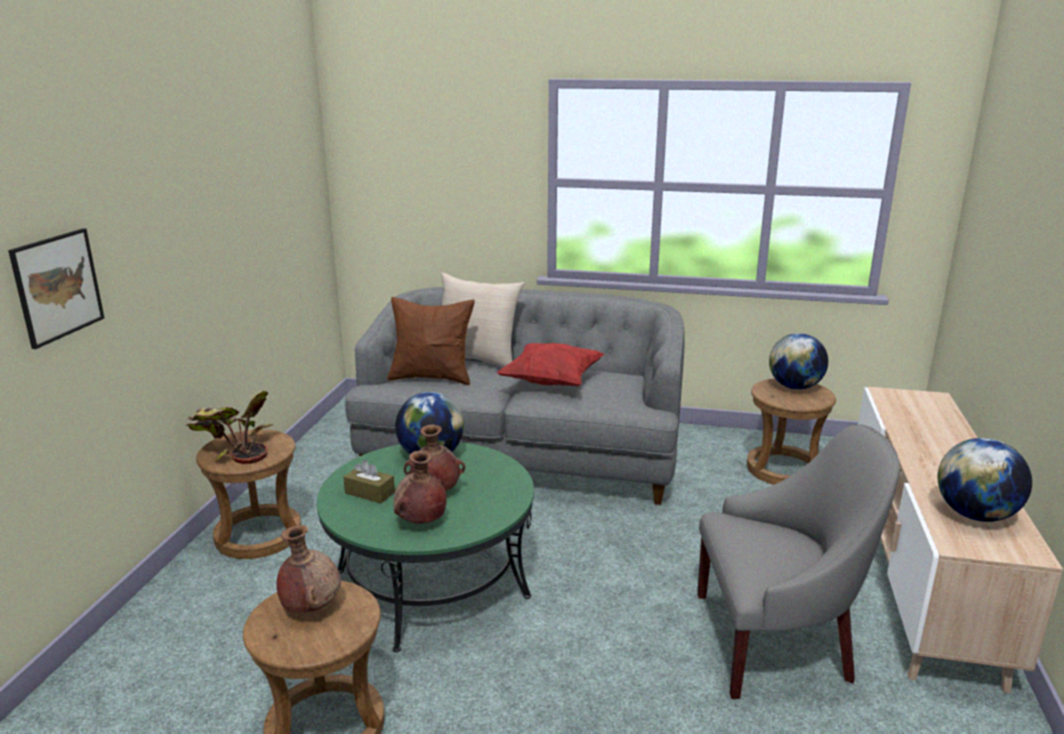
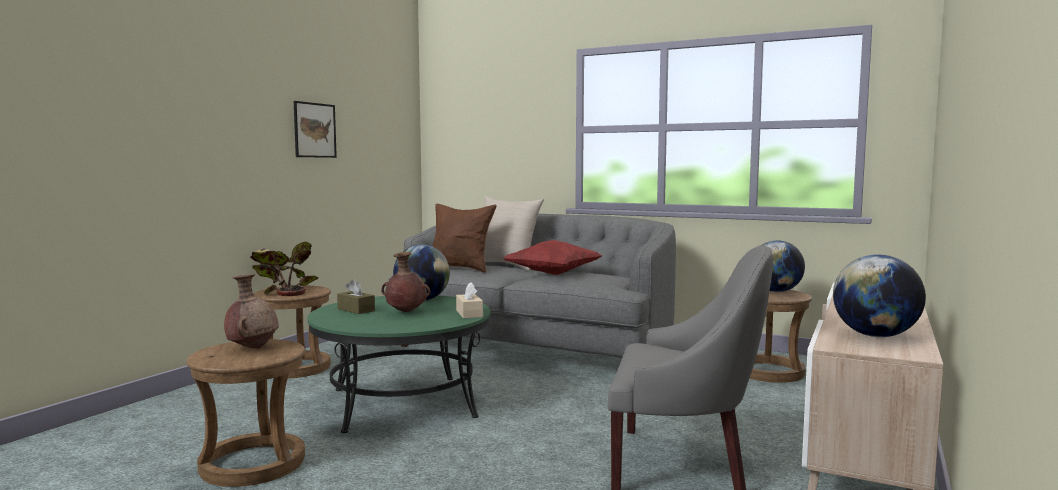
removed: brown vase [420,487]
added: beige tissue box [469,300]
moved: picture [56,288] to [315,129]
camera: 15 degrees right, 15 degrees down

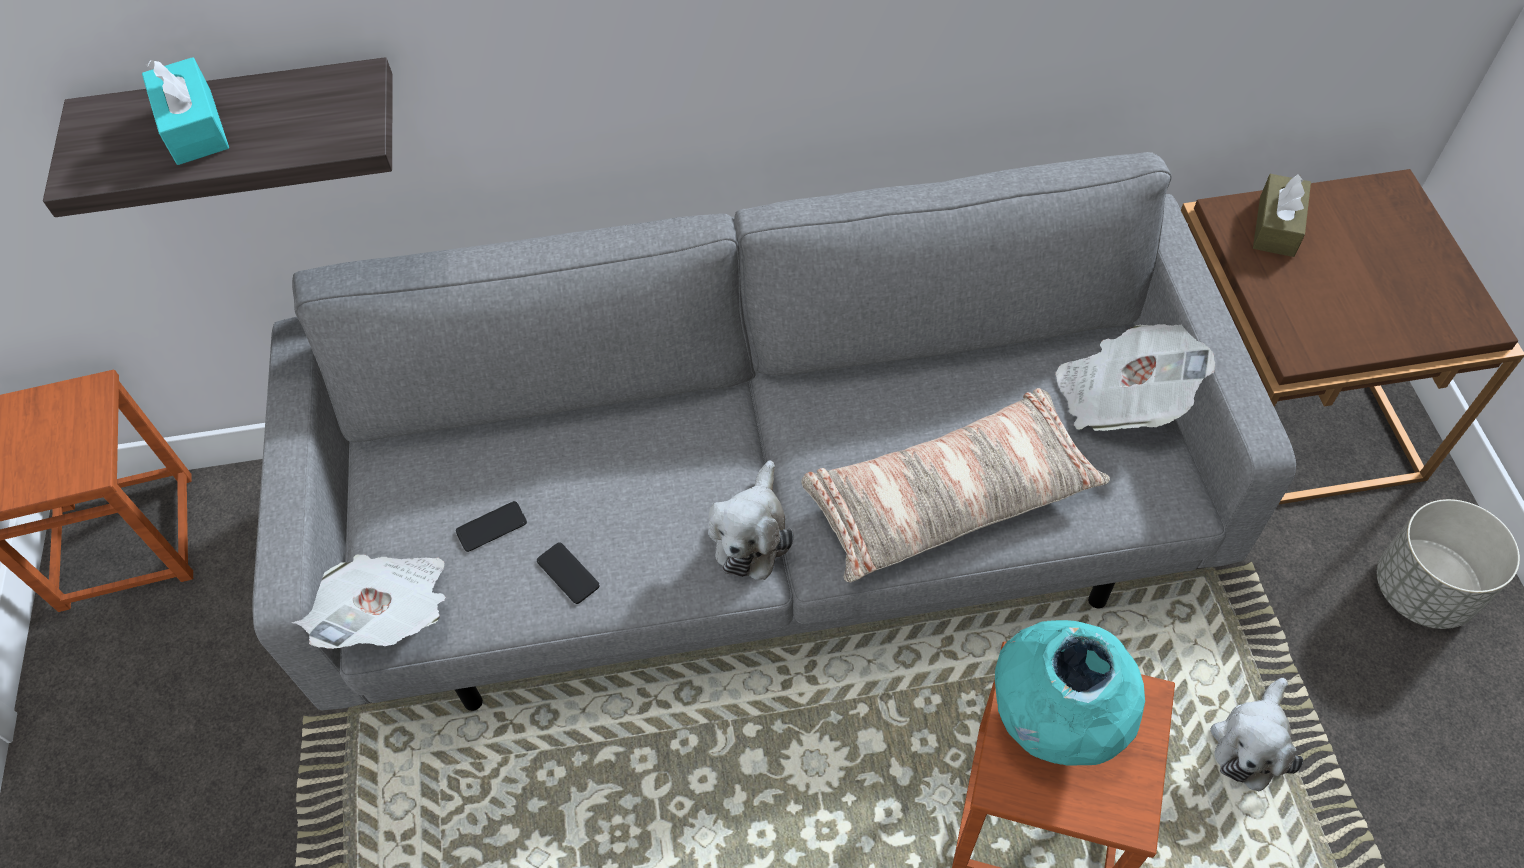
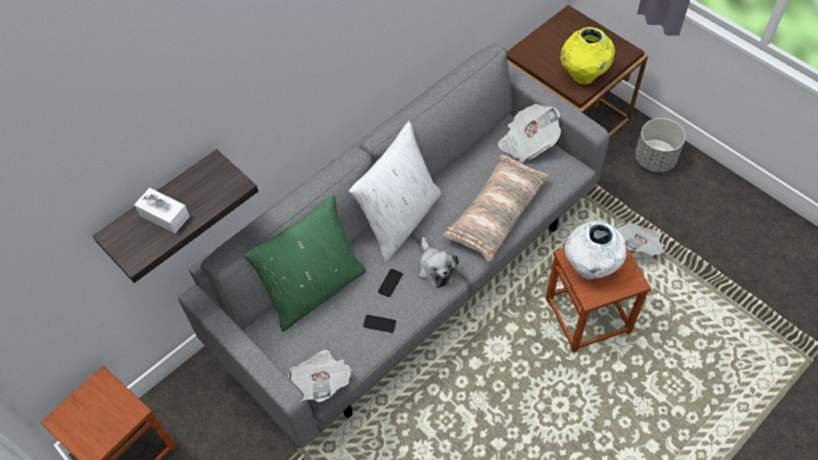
removed: brown tissue box [1282,215]
added: green pillow [304,262]; white pillow [395,191]; yellow vase [588,55]
moved: phone [491,526] to [390,283]
replaced: plush toy [1256,734] to newspaper [639,238]
recoloured: turquoise tissue box [185,111] to white tissue box [162,211]; turquoise vase [1070,693] to white vase [595,250]
camera: 35 degrees left, 0 degrees up

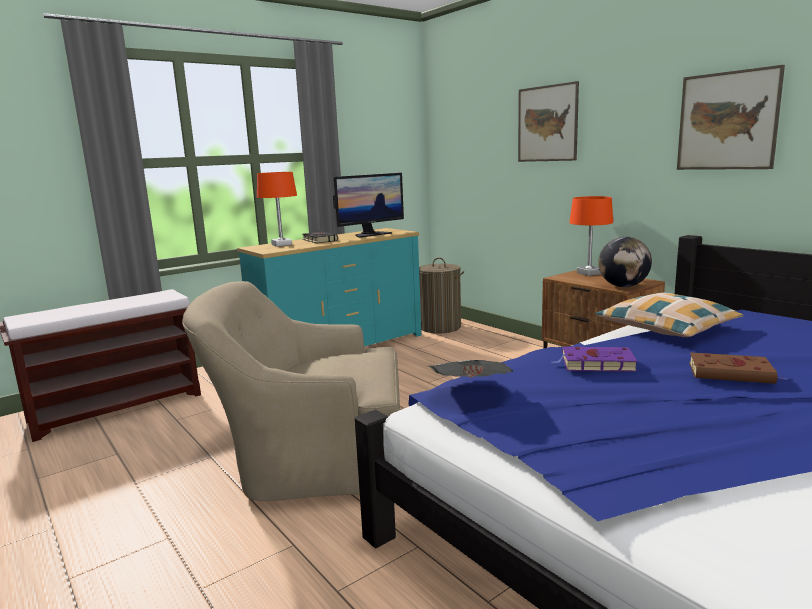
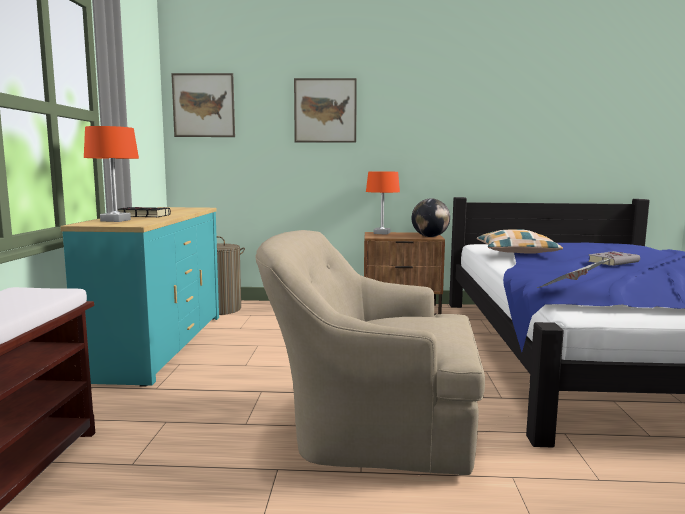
removed: monitor [368,205]; purple book [594,359]
moved: picture [731,117] to [203,105]
recoloured: brown book [738,368] to grey book [614,258]
turned: beige armchair [291,391] = [370,352] 60 degrees clockwise
camera: 50 degrees left, 5 degrees down

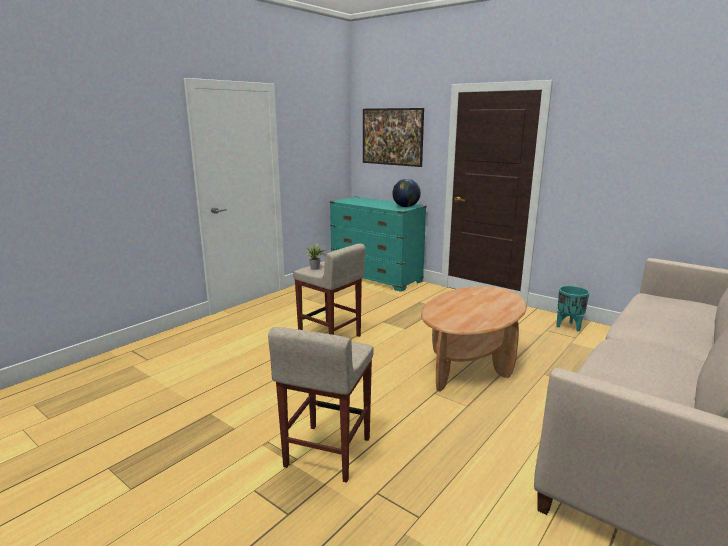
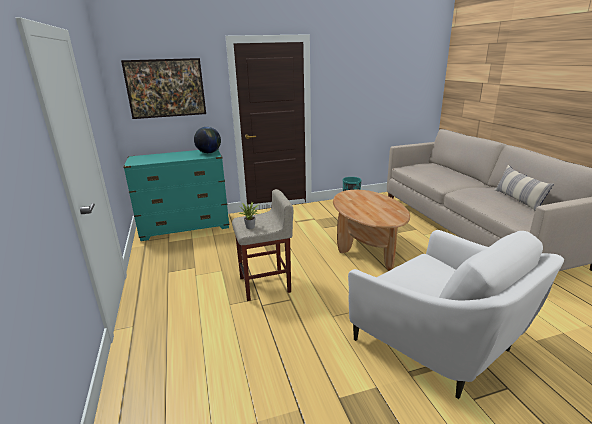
added: pillow [524,187]
replaced: beige stool [321,405] to white armchair [456,314]
camera: 55 degrees left, 5 degrees up

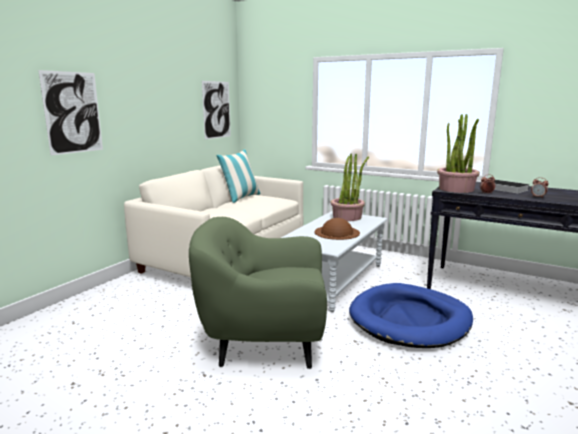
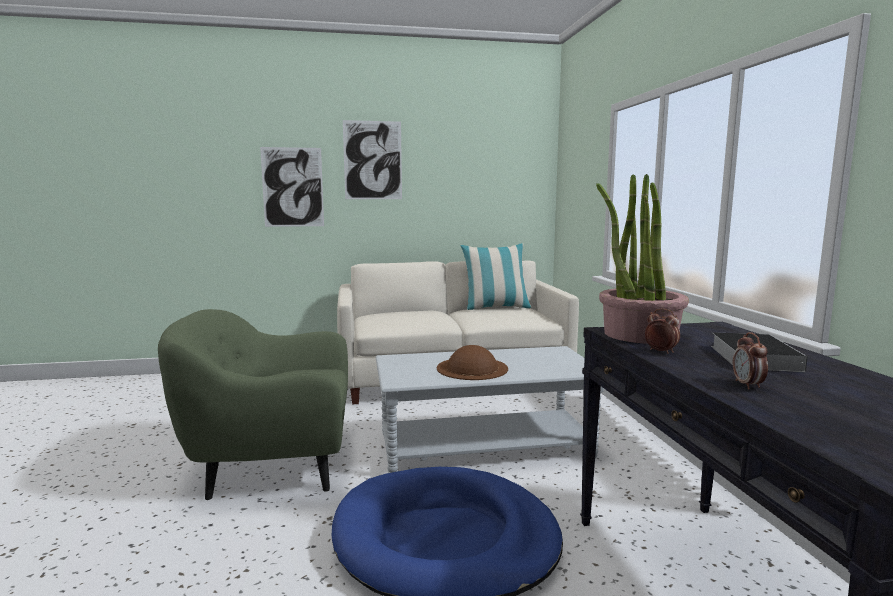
removed: potted plant [350,187]
moved: picture [216,110] to [372,159]
turned: green armchair [258,293] = [253,404] 60 degrees counterclockwise
camera: 50 degrees right, 5 degrees down

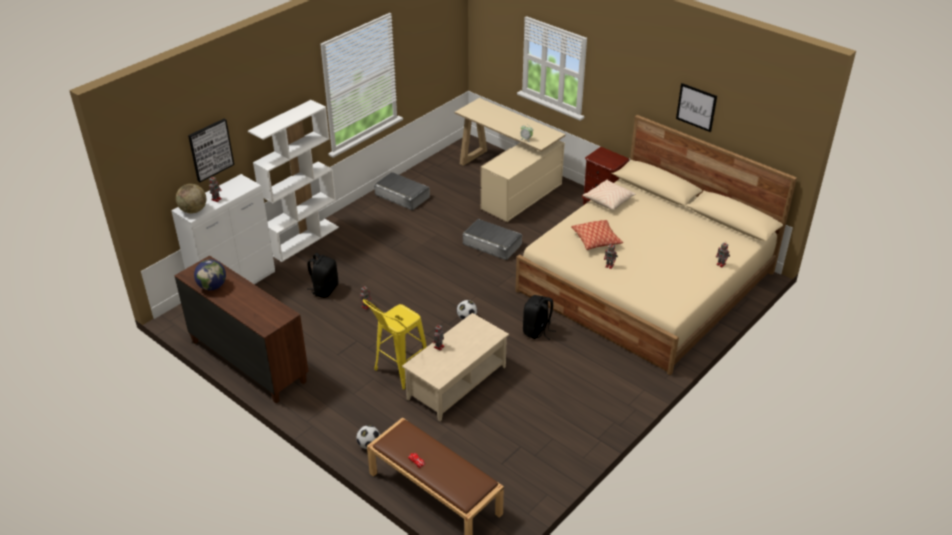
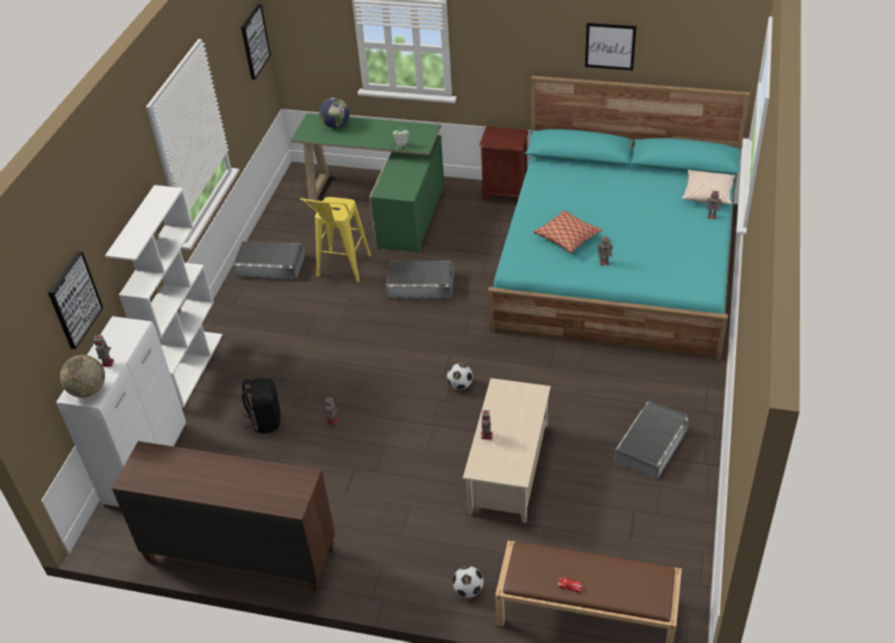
removed: black backpack [539,317]
added: picture [256,42]; grey storage box [652,440]
moved: yellow stool [395,344] to [335,239]; globe [210,275] to [334,112]; beige pillow [609,195] to [708,187]
recoloured: beige desk [510,160] to green desk [367,183]; beige bed [656,245] to turquoise bed [619,218]
camera: 25 degrees left, 5 degrees up

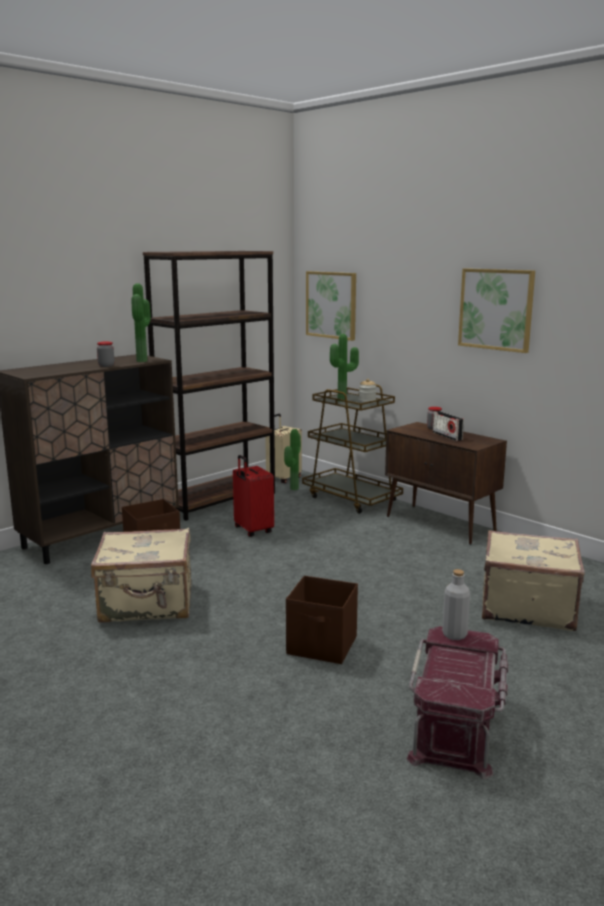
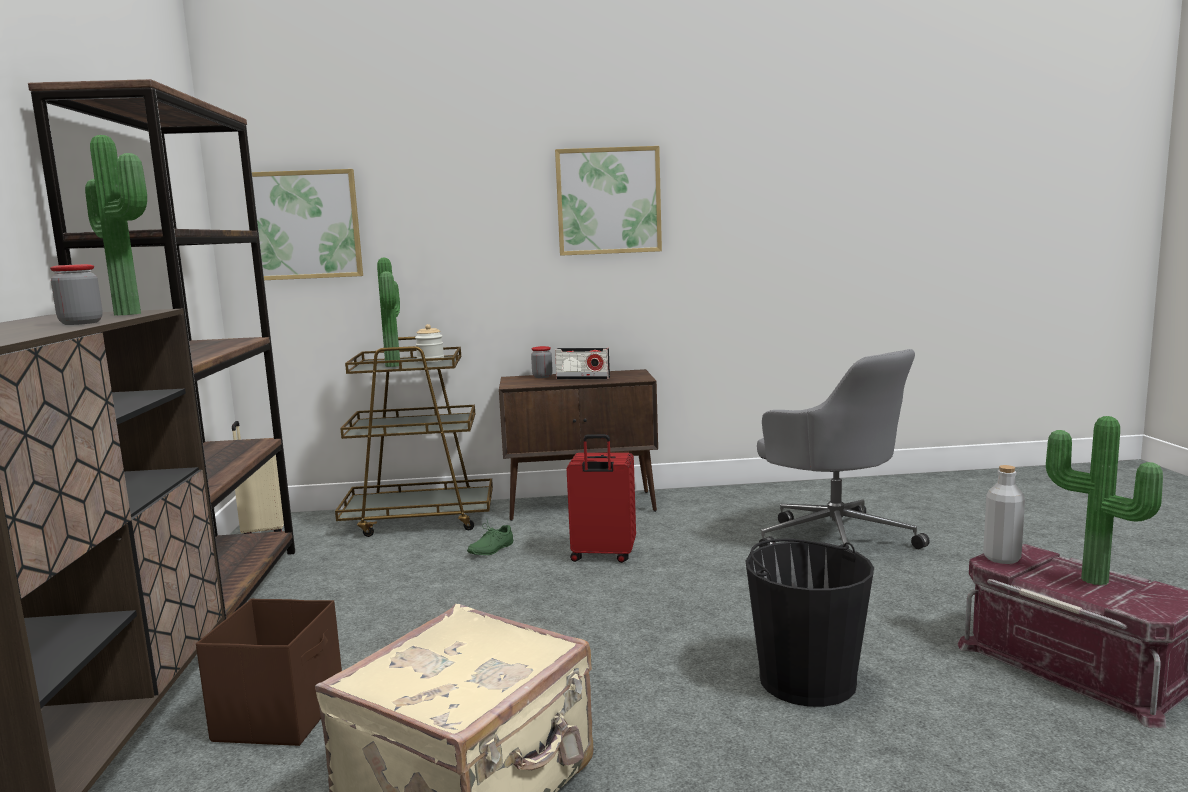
added: green shoe [490,537]
moved: red suitcase [253,496] to [601,498]; potted plant [292,459] to [1104,500]
replaced: brown storage box [322,620] to black bucket [809,623]; beige suitcase [533,580] to grey office chair [843,449]
camera: 50 degrees left, 5 degrees down

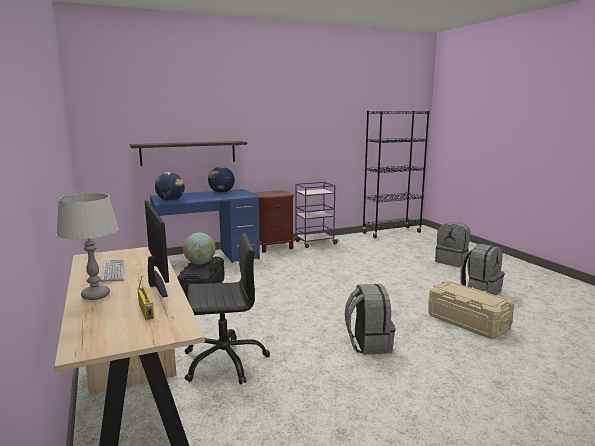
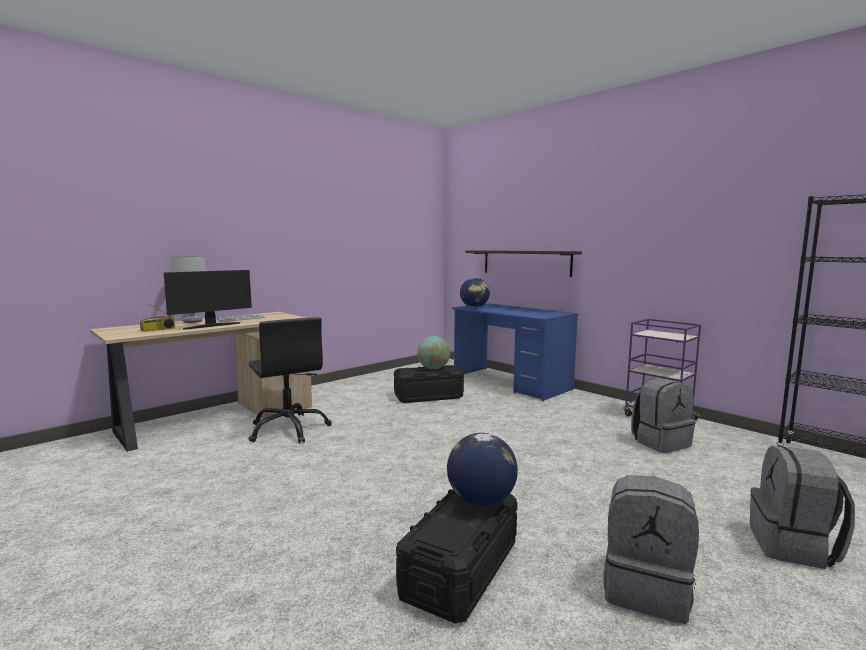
removed: brown nightstand [274,221]
moved: globe [221,180] to [482,469]; grey backpack [370,319] to [663,415]
recoloured: beige storage box [471,310] to black storage box [456,556]
camera: 70 degrees right, 5 degrees down

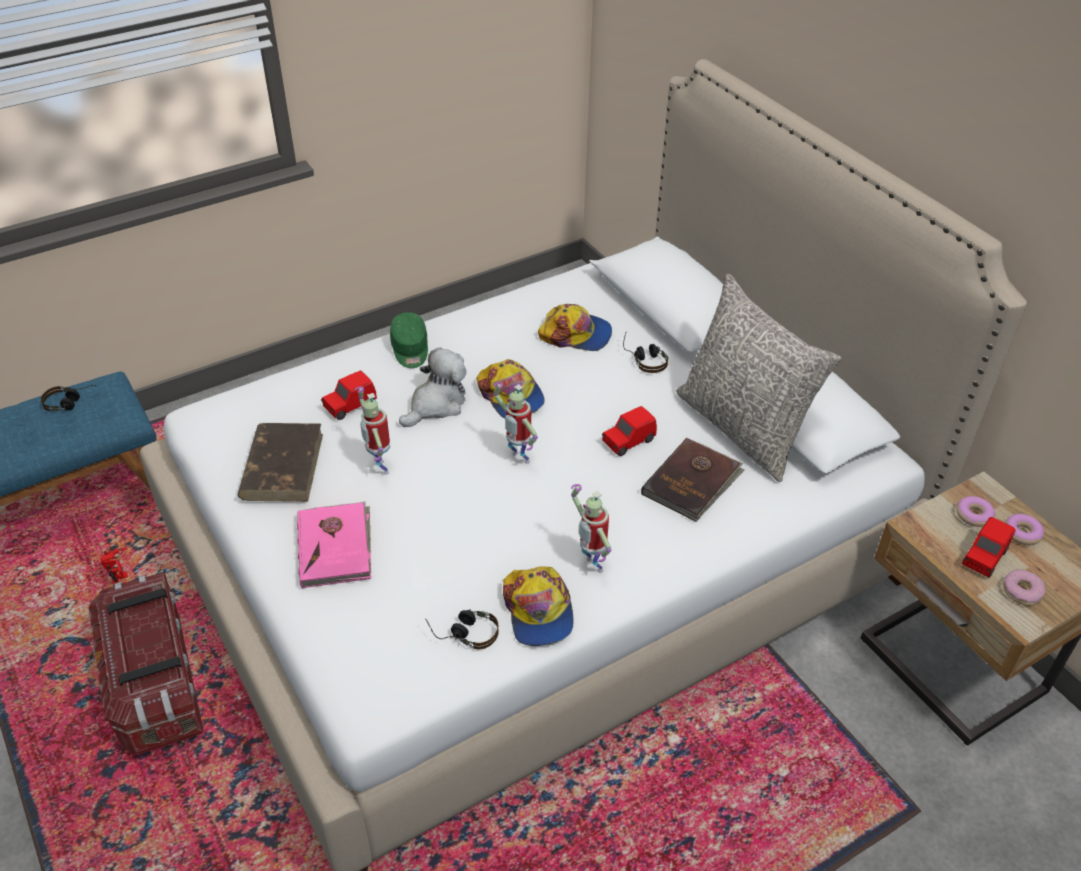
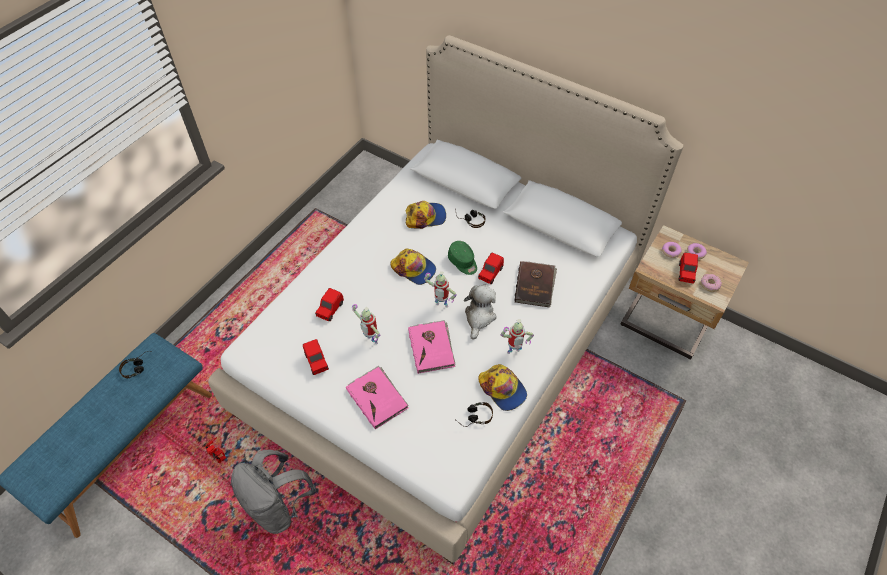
removed: grey pillow [759,378]
added: pink book [431,347]
moved: green cap [409,340] to [462,258]; plush toy [433,387] to [480,312]
replaced: storage box [146,663] to grey backpack [273,492]; brown book [280,462] to red toy car [316,357]
turned: toy robot [591,528] = [517,336] 45 degrees counterclockwise
camera: 25 degrees left, 10 degrees up

